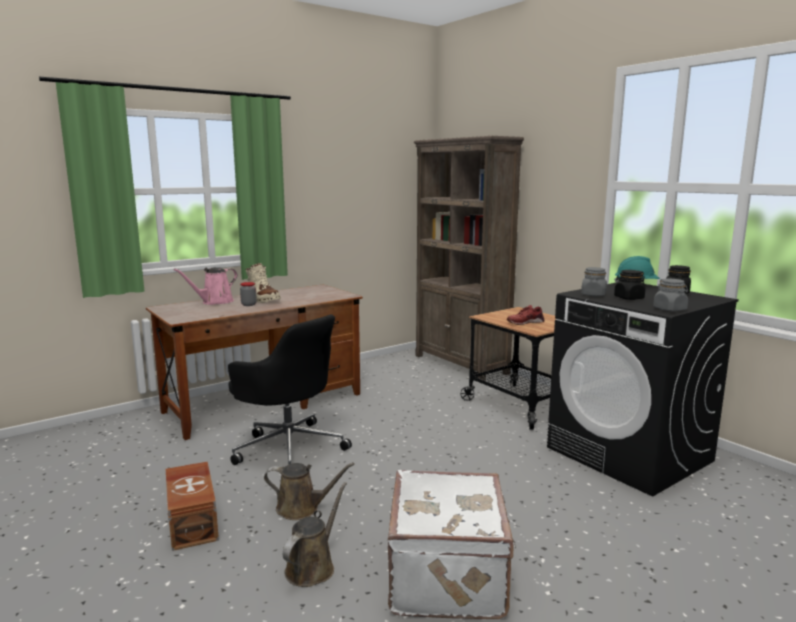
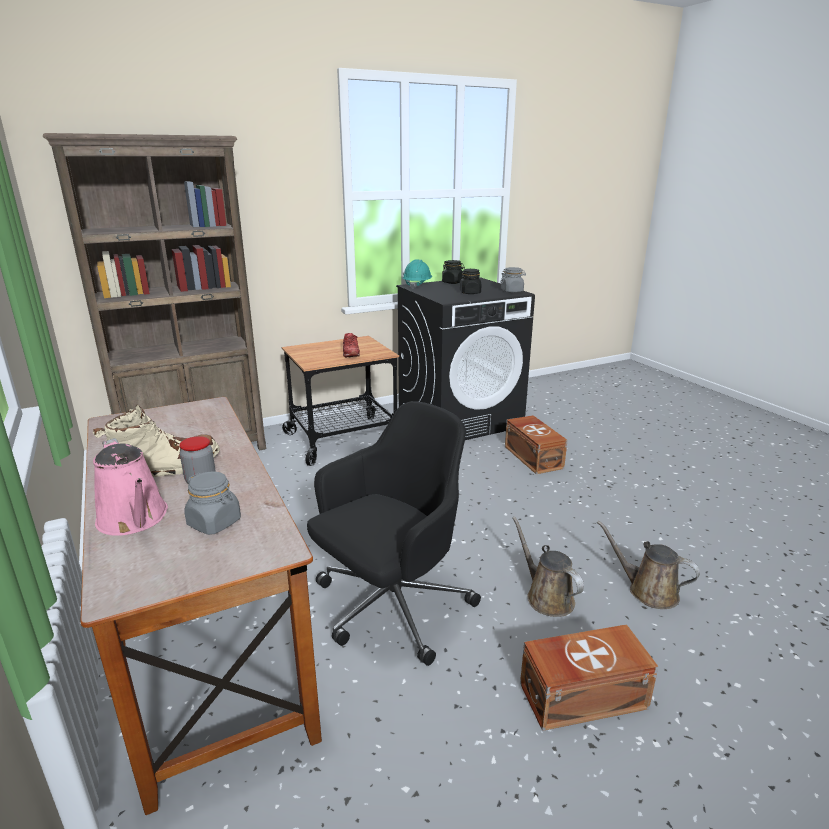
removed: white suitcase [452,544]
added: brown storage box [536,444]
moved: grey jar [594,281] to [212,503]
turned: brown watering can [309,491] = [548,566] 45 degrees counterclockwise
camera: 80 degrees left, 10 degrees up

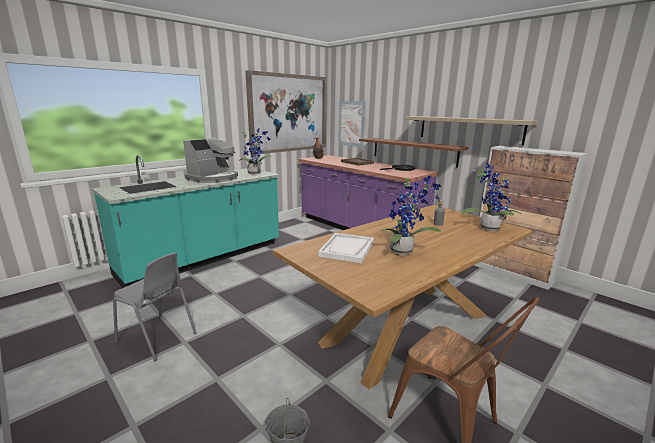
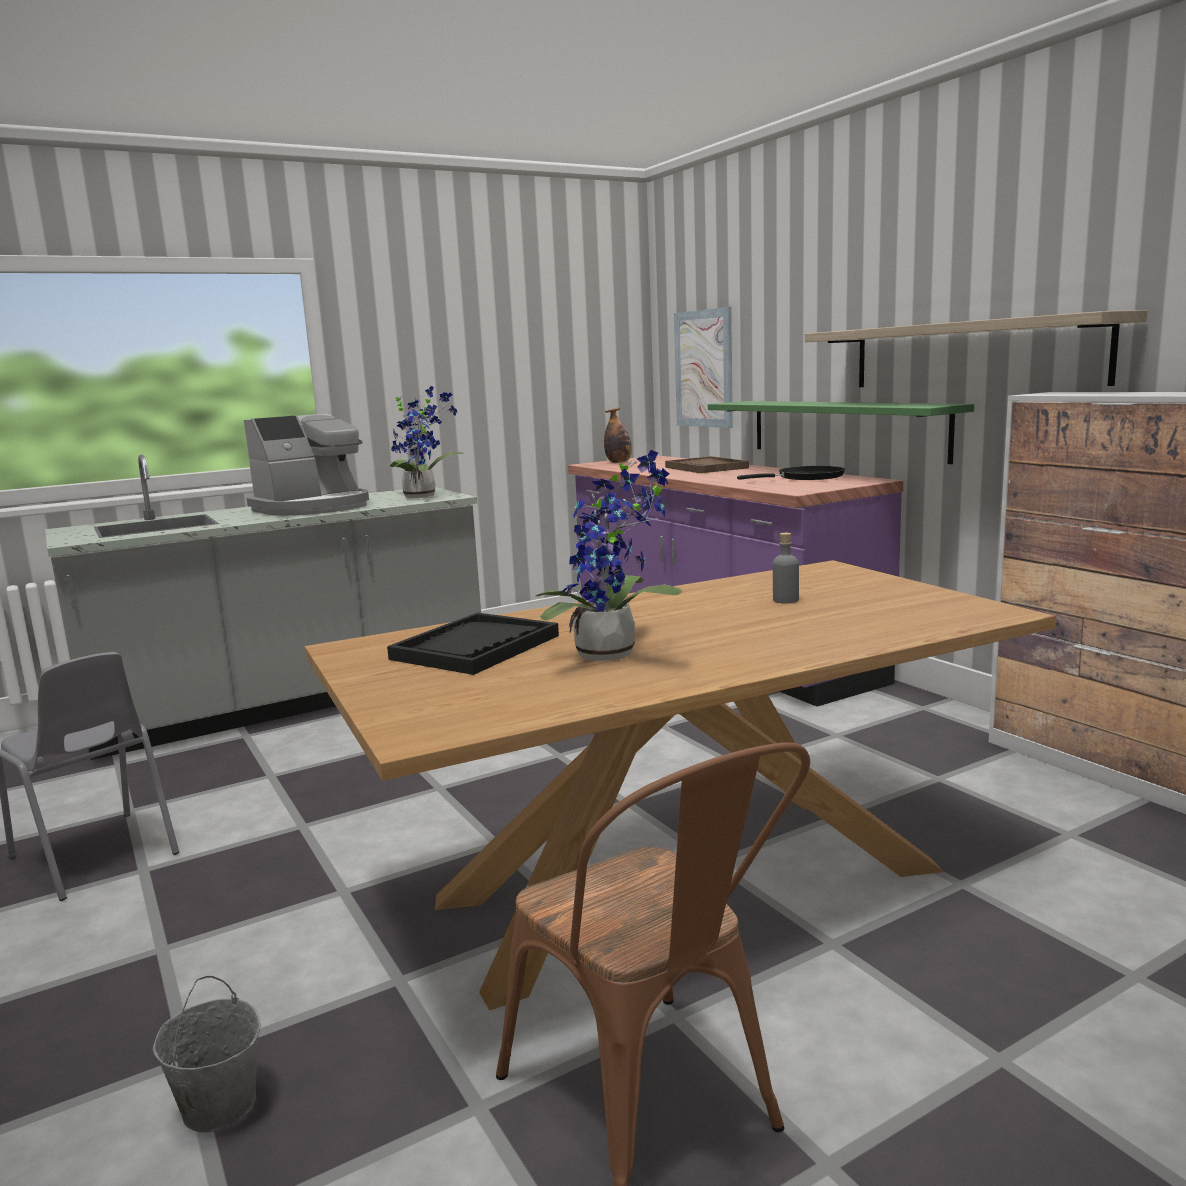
removed: picture [286,112]; potted plant [491,196]
recoloured: turquoise counter [186,221] to grey counter [263,607]; white tray [346,248] to black tray [473,644]; brown shelf [413,153] to green shelf [841,432]
camera: 15 degrees right, 5 degrees down

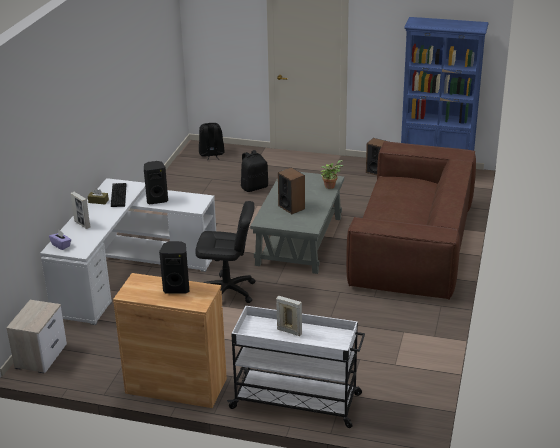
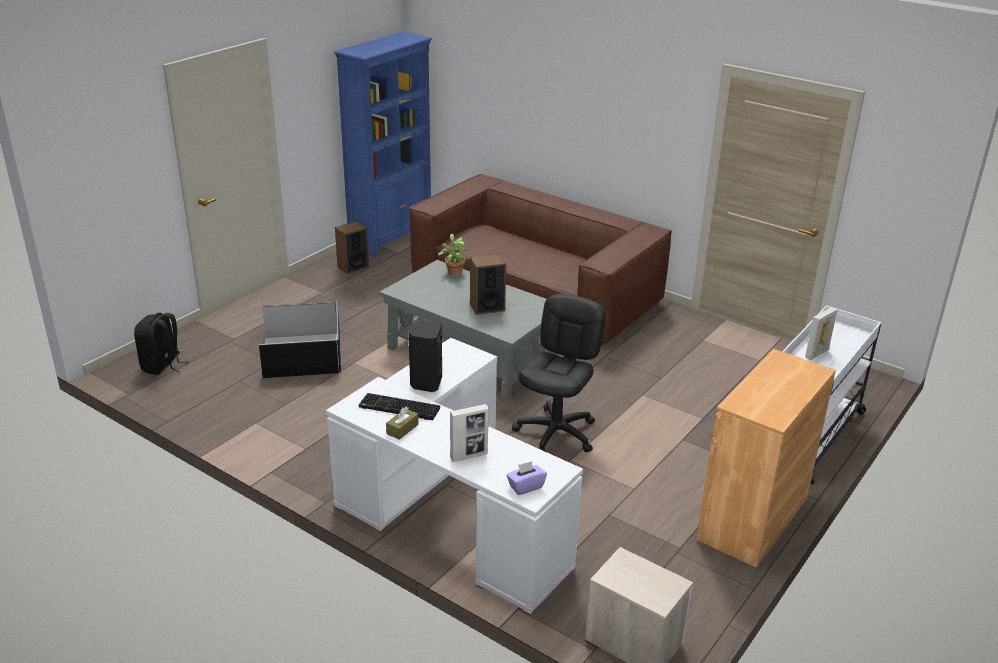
removed: black speaker [174,267]
replaced: black backpack [254,171] to black storage box [300,340]
camera: 70 degrees left, 0 degrees up

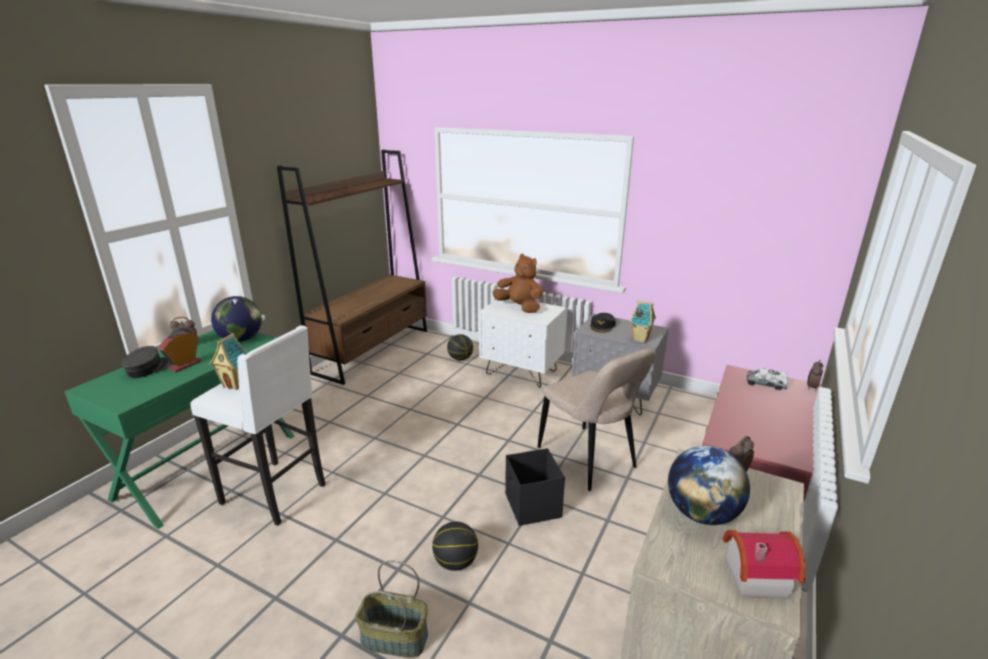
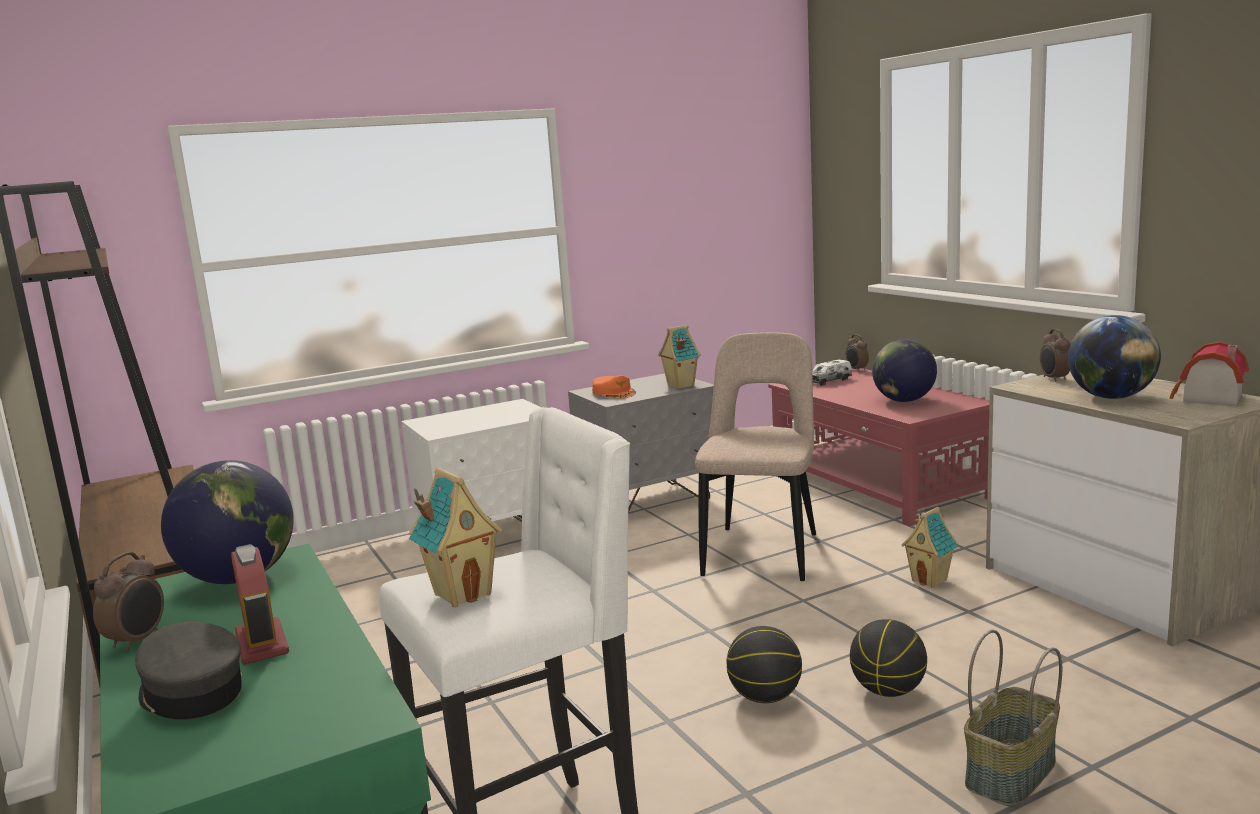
removed: brown plush toy [518,283]; black storage box [535,487]
added: globe [904,370]; toy house [930,547]
moved: basketball [460,347] to [764,664]
recoloured: black cap [603,323] to orange cap [614,387]
turned: beige chair [597,419] = [755,456] 75 degrees counterclockwise
camera: 55 degrees left, 10 degrees down

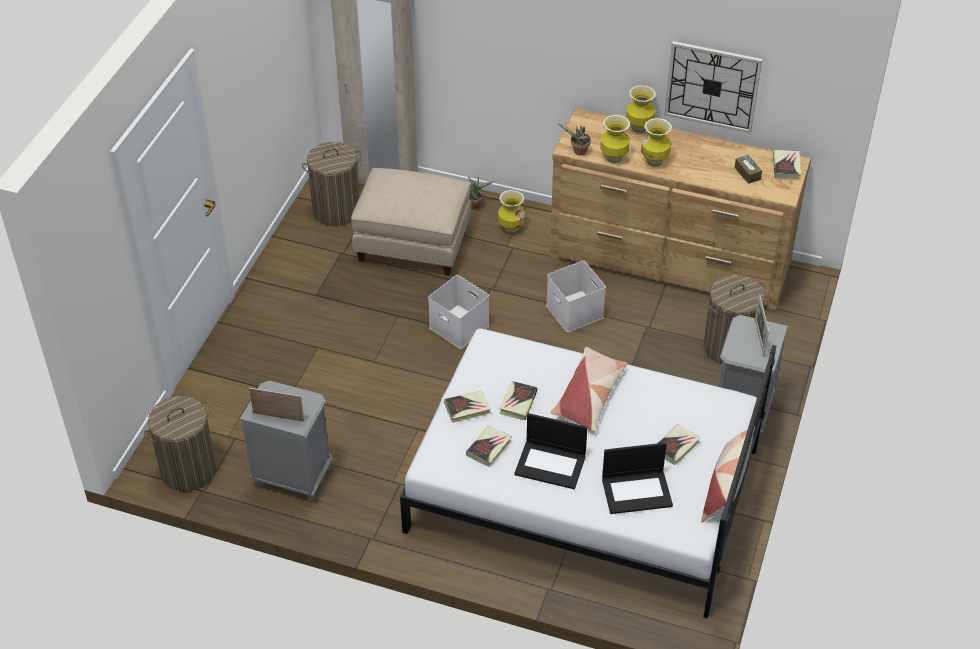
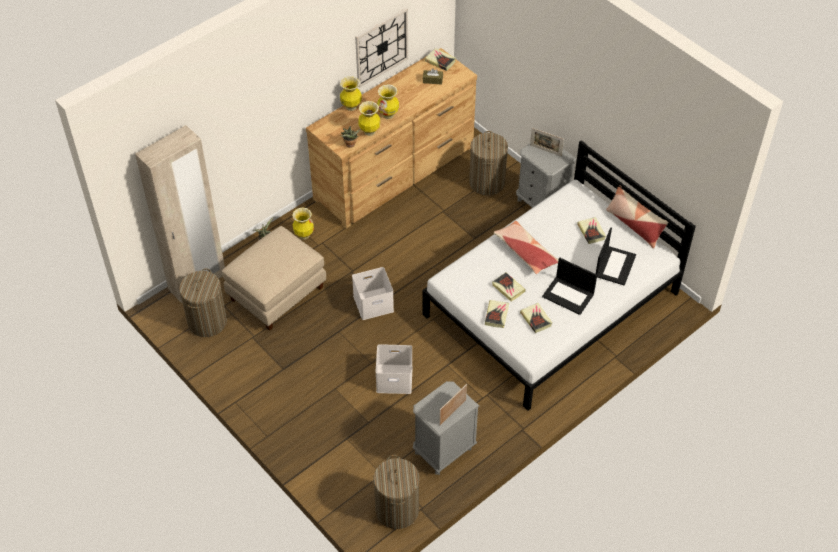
moved: white storage box [576,296] to [394,369]
turned: laptop [551,451] = [569,286] 75 degrees clockwise
camera: 60 degrees left, 5 degrees up

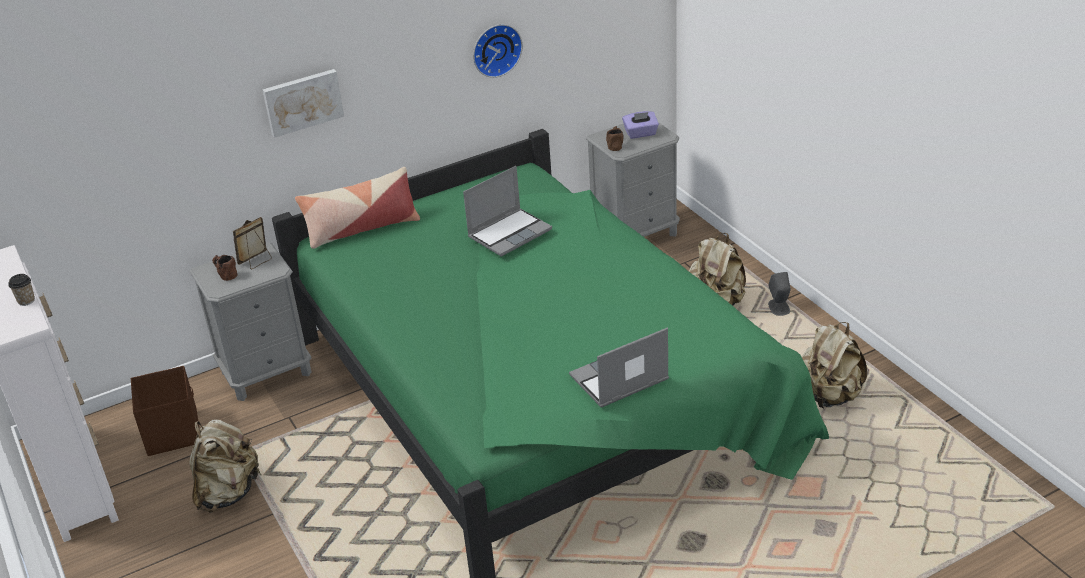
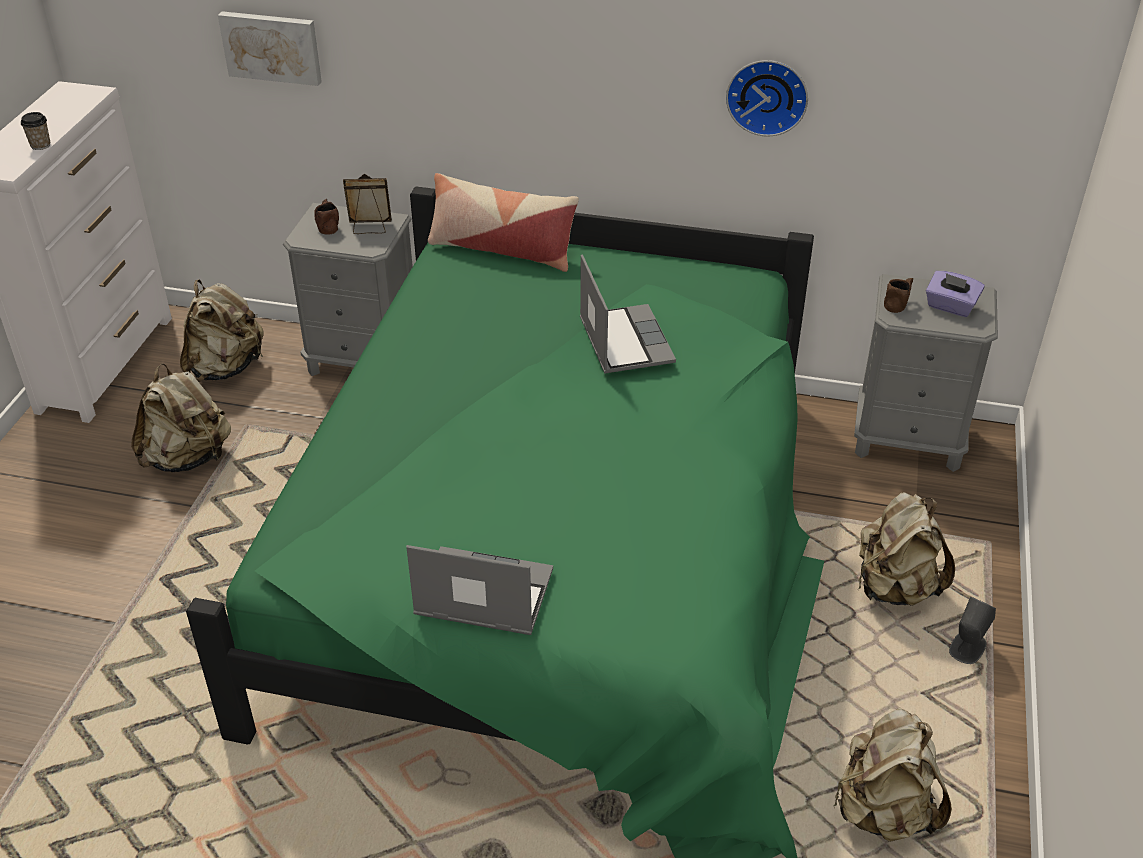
moved: picture [303,103] to [270,48]
replaced: brown storage box [165,411] to beige backpack [222,331]
turned: laptop [507,211] = [628,314] 105 degrees counterclockwise
camera: 40 degrees right, 5 degrees up

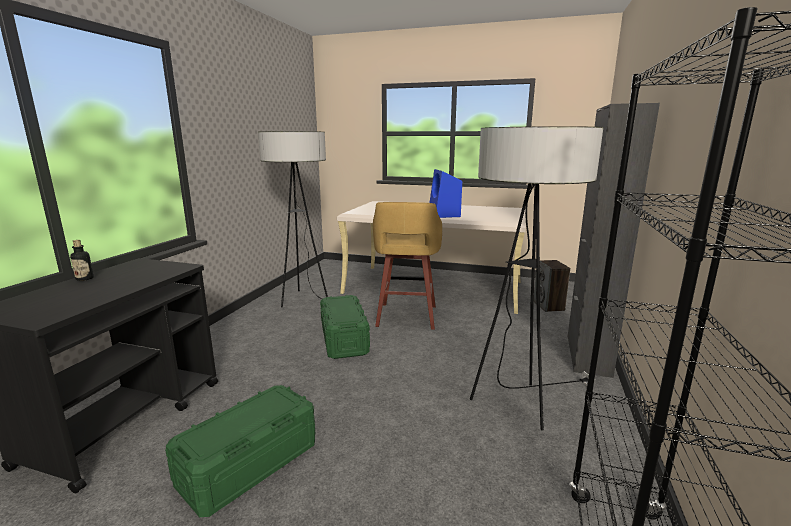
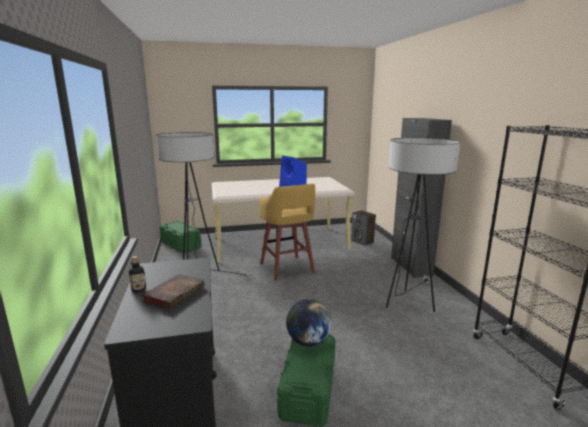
added: book [173,291]; globe [309,322]
moved: green storage box [345,327] to [180,237]
camera: 30 degrees left, 0 degrees up

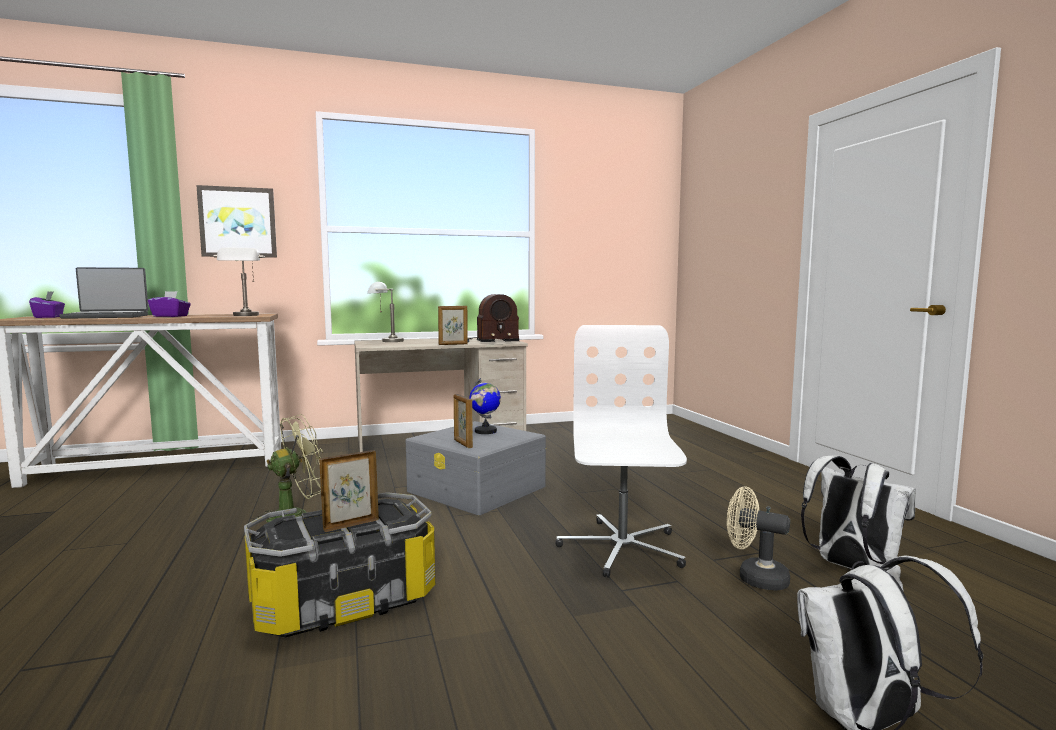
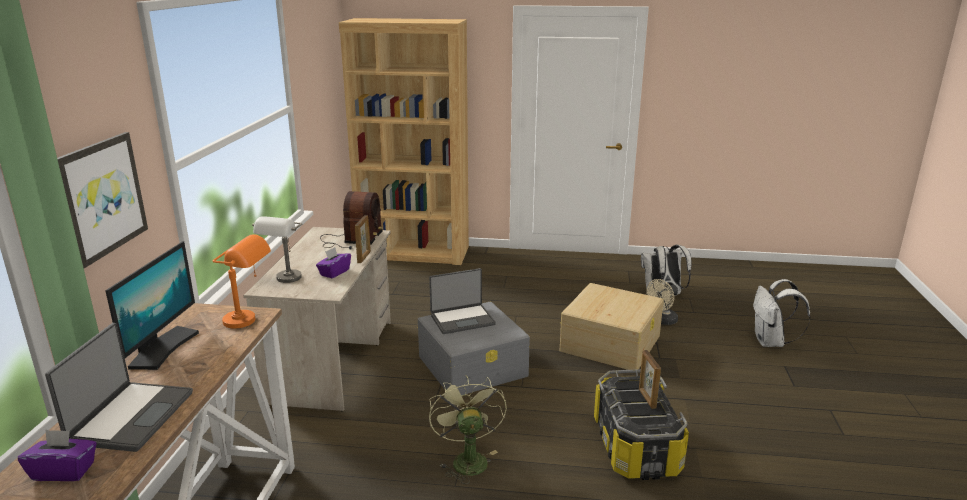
removed: picture frame [463,421]
added: monitor [152,305]; brown bookcase [404,141]
moved: purple tissue box [169,304] to [333,262]
replaced: globe [485,406] to laptop [462,301]; white office chair [621,451] to beige storage box [612,326]
recoloured: grey table lamp [239,282] to orange table lamp [242,281]
camera: 65 degrees left, 15 degrees up

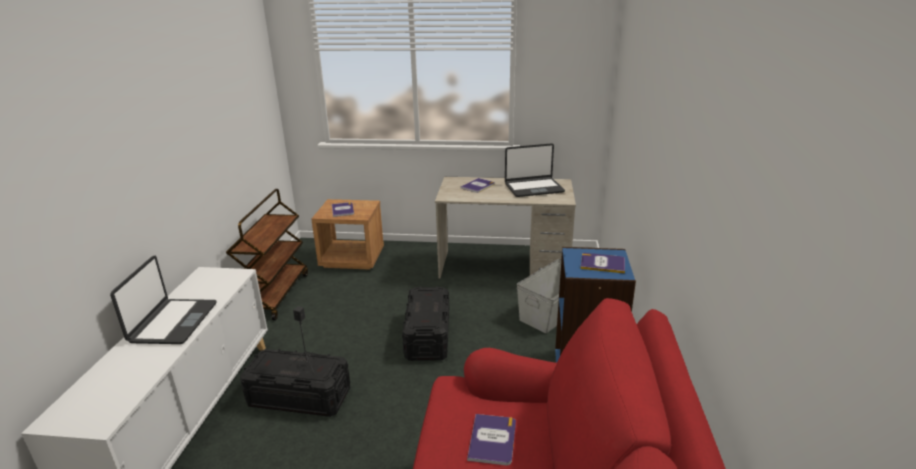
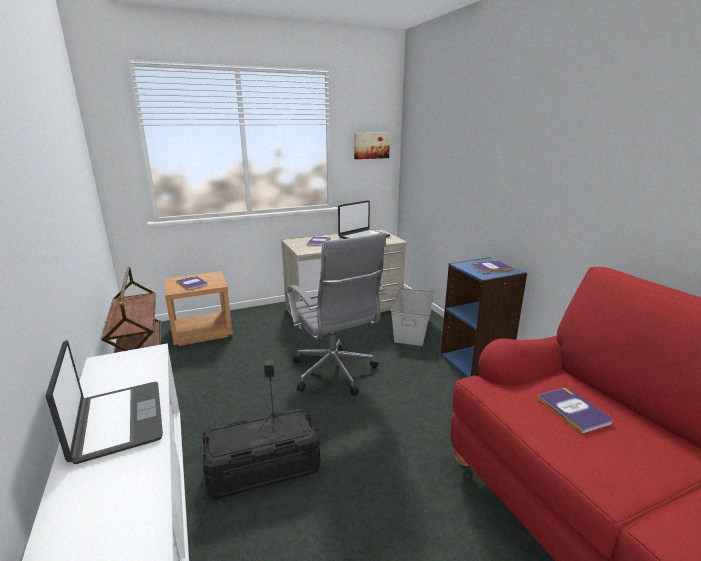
added: picture [372,146]
replaced: black storage box [425,323] to grey office chair [336,314]
camera: 30 degrees left, 5 degrees down

